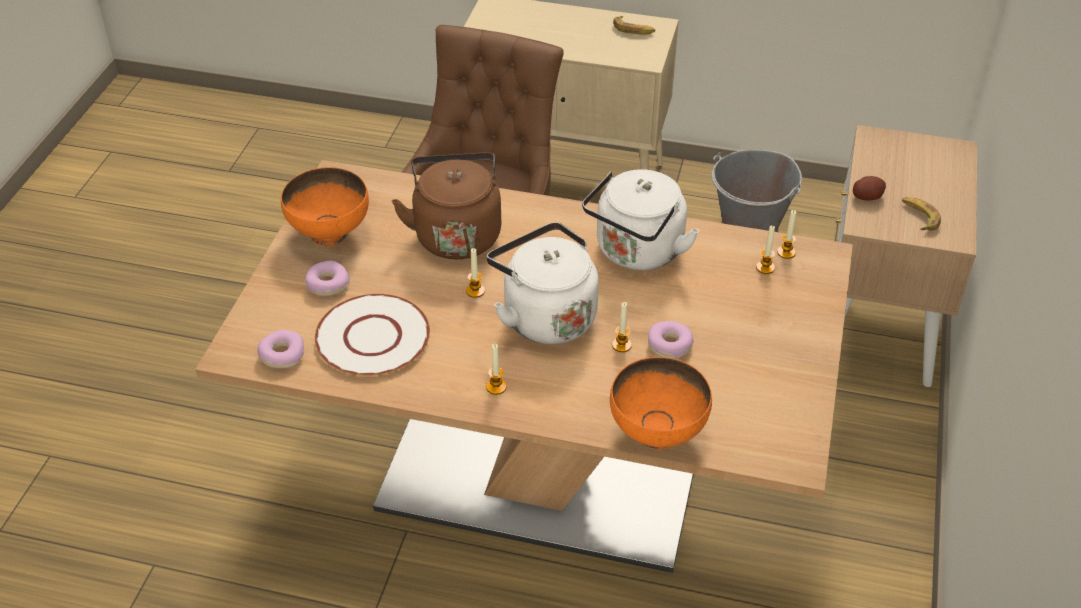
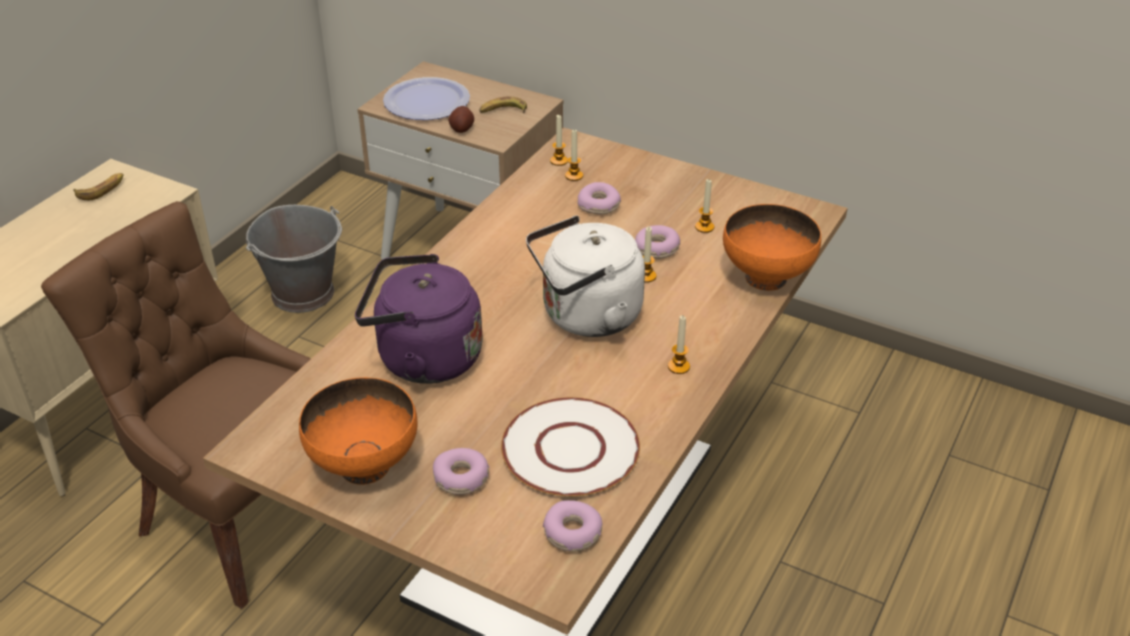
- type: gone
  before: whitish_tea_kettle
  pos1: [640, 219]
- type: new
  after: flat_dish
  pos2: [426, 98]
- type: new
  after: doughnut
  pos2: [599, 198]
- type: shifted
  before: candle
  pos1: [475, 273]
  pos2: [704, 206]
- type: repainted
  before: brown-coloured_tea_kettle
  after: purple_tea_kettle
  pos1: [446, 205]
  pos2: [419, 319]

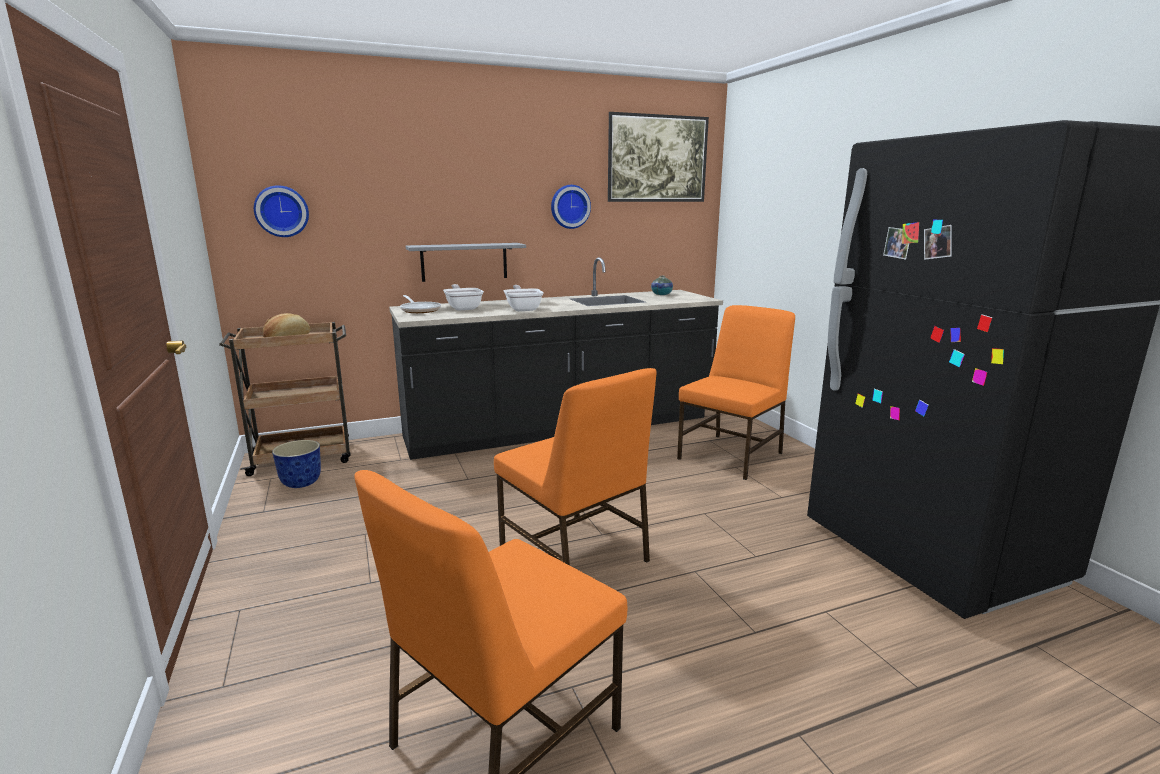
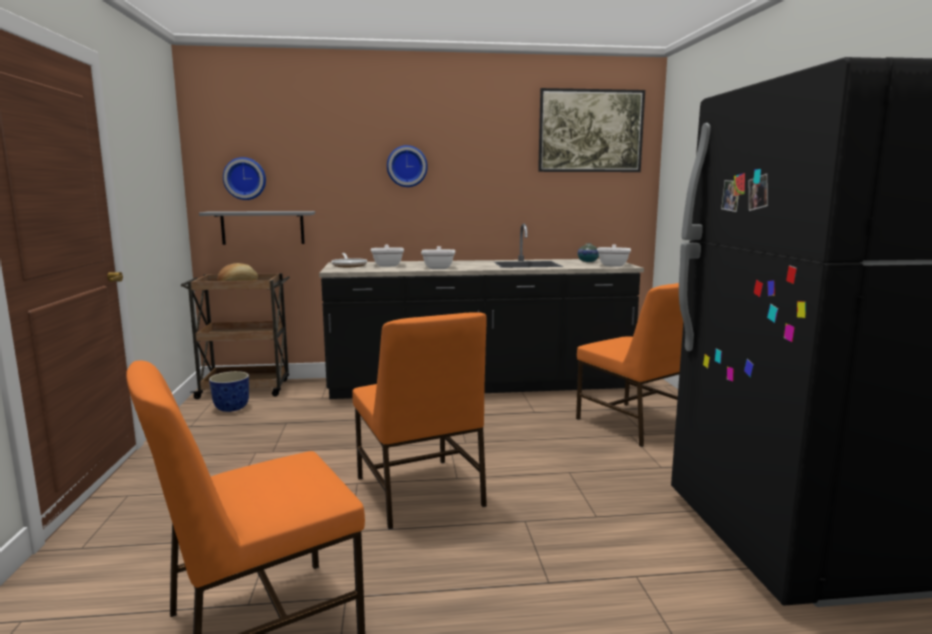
- type: new
  after: skillet
  pos2: [614, 256]
- type: shifted
  before: grey_shelf
  pos1: [466, 262]
  pos2: [257, 228]
- type: shifted
  before: wall_clock
  pos1: [571, 207]
  pos2: [407, 166]
- type: rotated
  before: orange-coloured_chair
  pos1: [736, 392]
  pos2: [629, 365]
  turn: 90

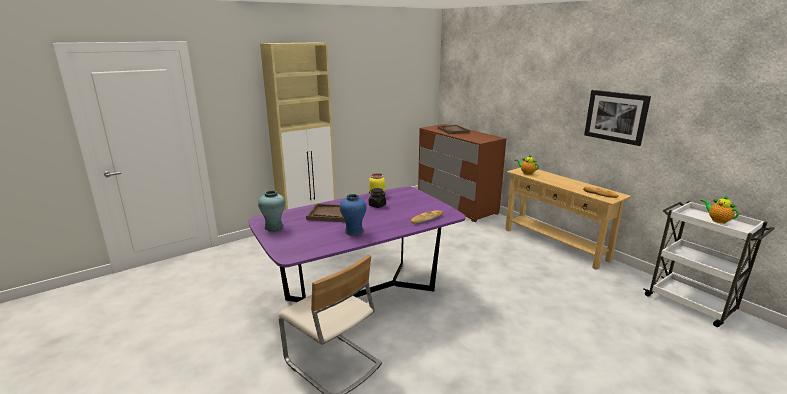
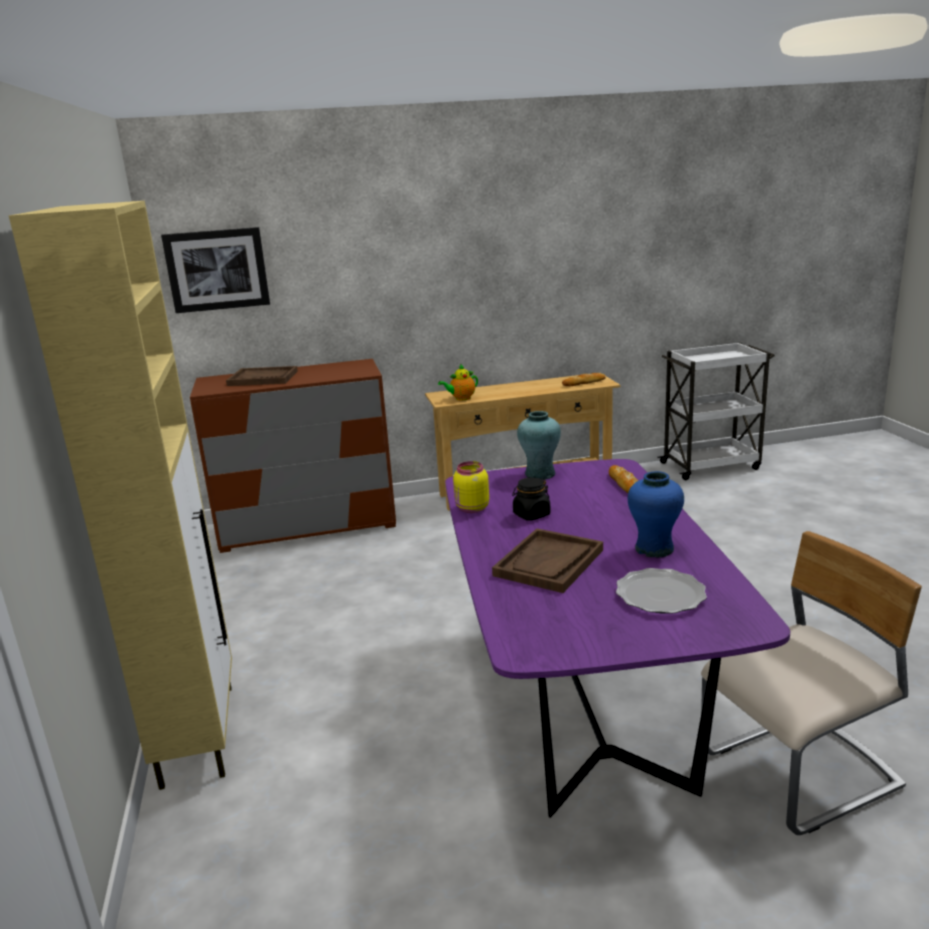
- type: gone
  before: teapot
  pos1: [720, 209]
- type: new
  after: flat_dish
  pos2: [661, 591]
- type: shifted
  before: turquoise_vase
  pos1: [271, 211]
  pos2: [539, 445]
- type: shifted
  before: wall_picture
  pos1: [617, 118]
  pos2: [215, 270]

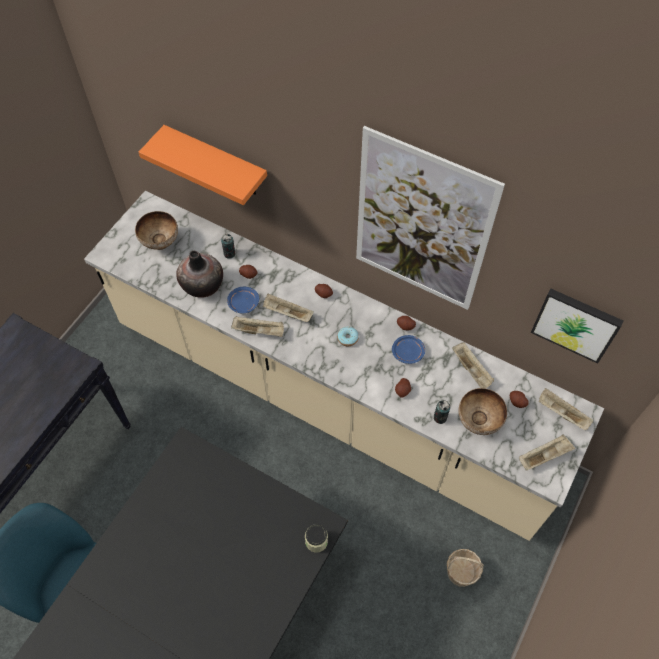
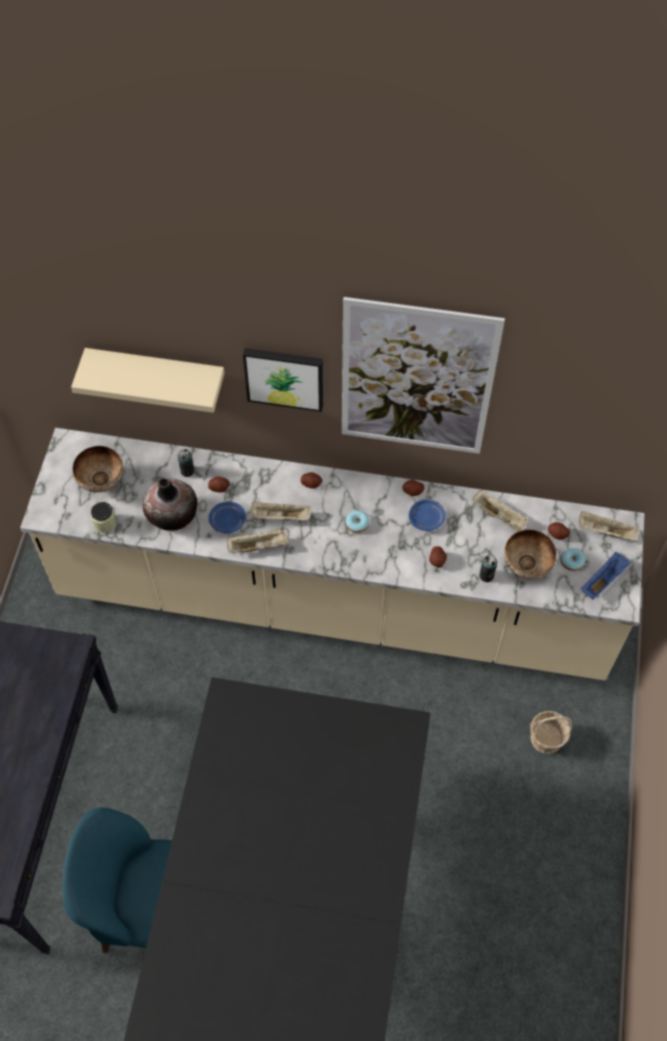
- type: new
  after: doughnut
  pos2: [572, 559]
- type: shifted
  before: jar
  pos1: [316, 539]
  pos2: [104, 517]
- type: shifted
  before: wall_picture
  pos1: [577, 326]
  pos2: [283, 380]
- type: repainted
  before: orange-coloured_shelf
  after: sand-coloured_shelf
  pos1: [203, 165]
  pos2: [148, 380]
- type: repainted
  before: sand-coloured_carrying_tray
  after: blue_carrying_tray
  pos1: [547, 452]
  pos2: [606, 576]

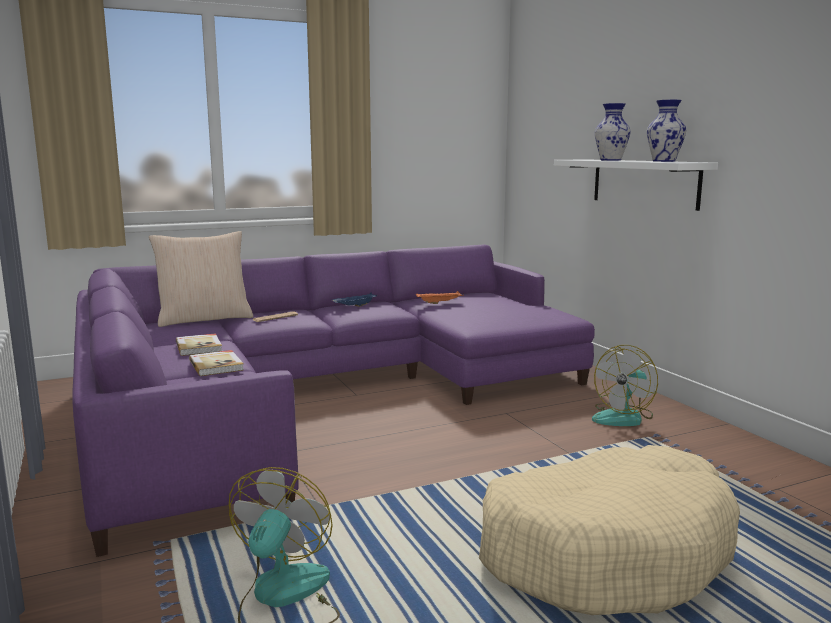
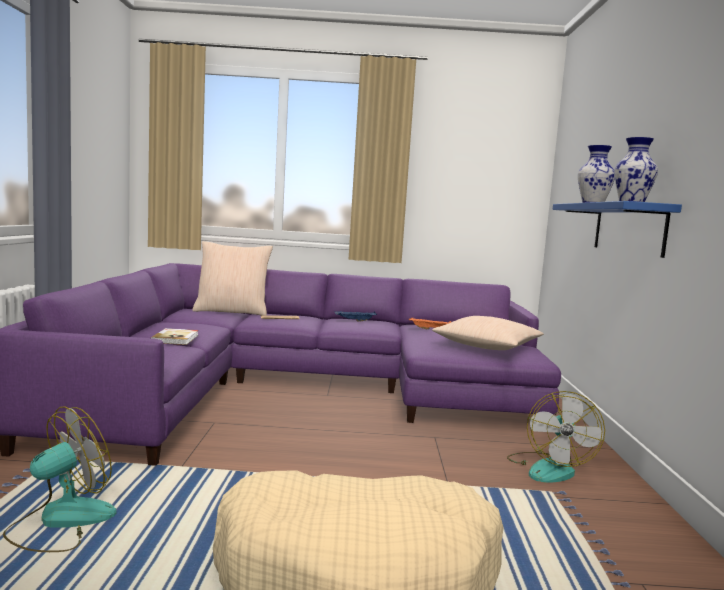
- type: gone
  before: volume
  pos1: [199, 344]
- type: new
  after: sand-coloured_throw_pillow
  pos2: [488, 333]
- type: repainted
  before: whitish_shelf
  after: blue_shelf
  pos1: [636, 185]
  pos2: [617, 229]
- type: rotated
  before: electric_fan
  pos1: [625, 385]
  pos2: [556, 437]
  turn: -60

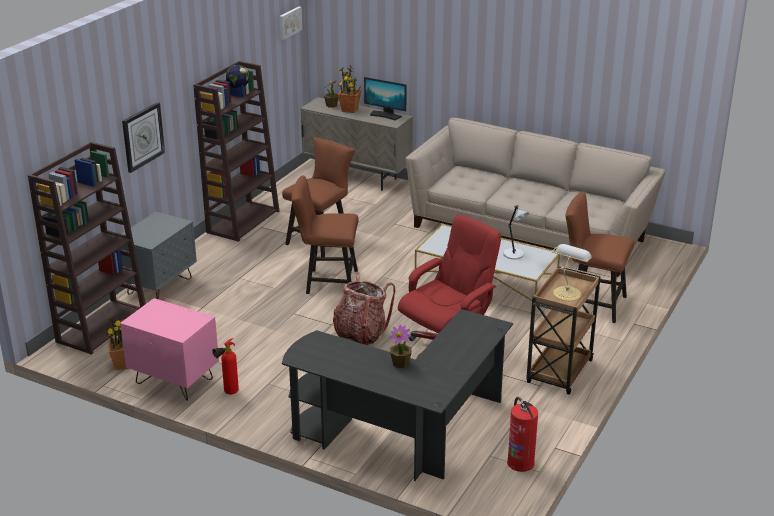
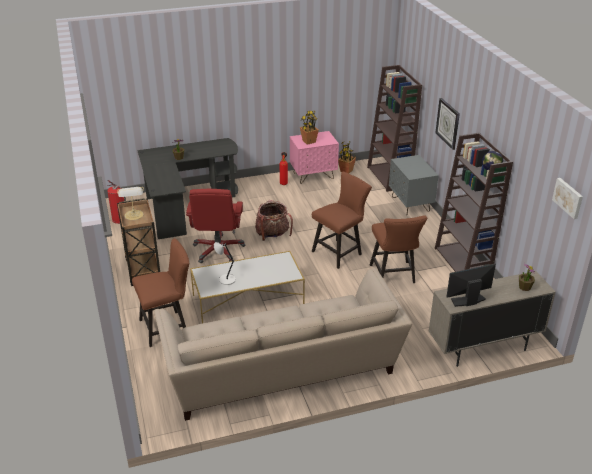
- type: shifted
  before: potted_plant
  pos1: [349, 89]
  pos2: [309, 128]

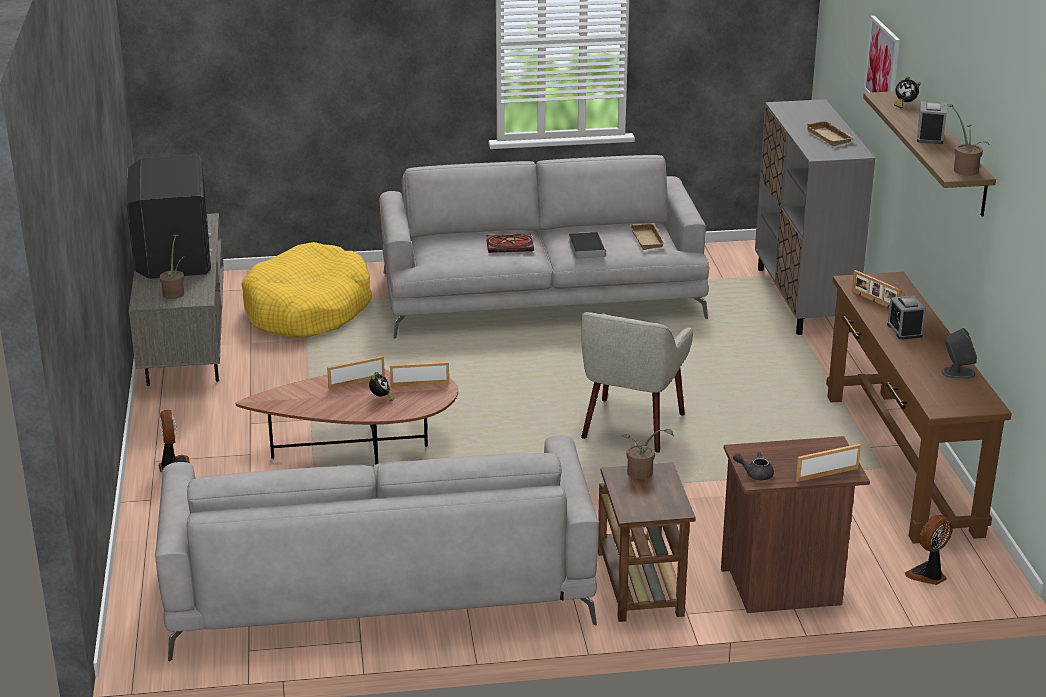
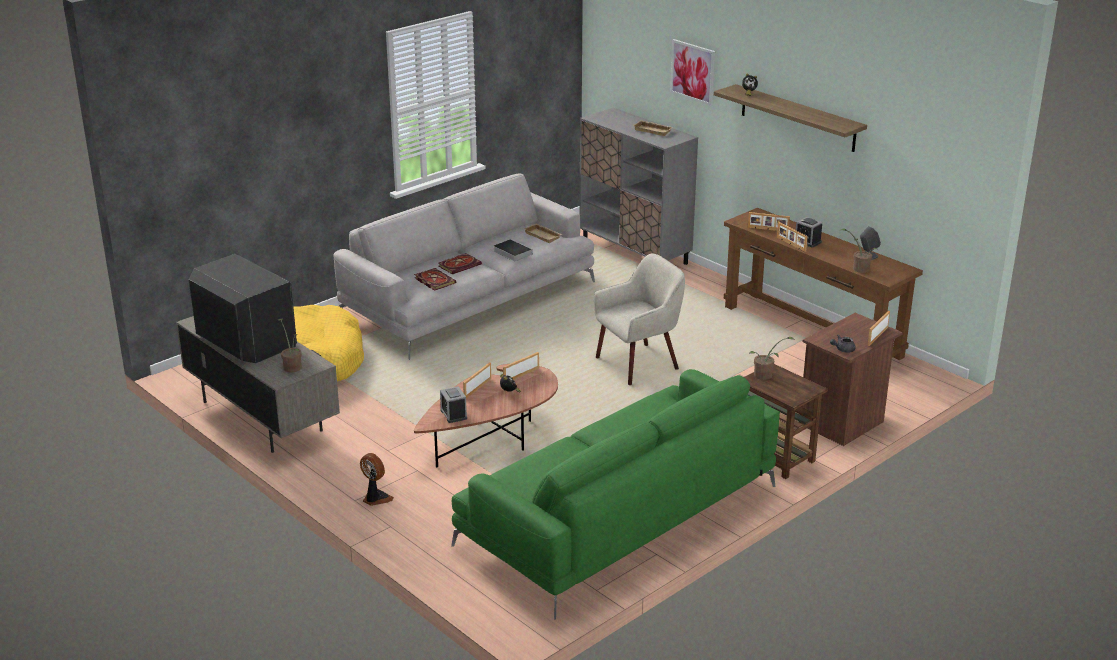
- type: gone
  before: electric_fan
  pos1: [929, 550]
- type: new
  after: volume
  pos2: [435, 279]
- type: new
  after: photo_frame
  pos2: [792, 237]
- type: shifted
  before: bedside_clock
  pos1: [932, 122]
  pos2: [453, 404]
- type: shifted
  before: potted_plant
  pos1: [968, 140]
  pos2: [859, 251]
- type: repainted
  before: grey_settee
  after: green-coloured_settee
  pos1: [377, 548]
  pos2: [615, 494]
- type: rotated
  before: sand-coloured_armchair
  pos1: [637, 382]
  pos2: [639, 319]
  turn: -105

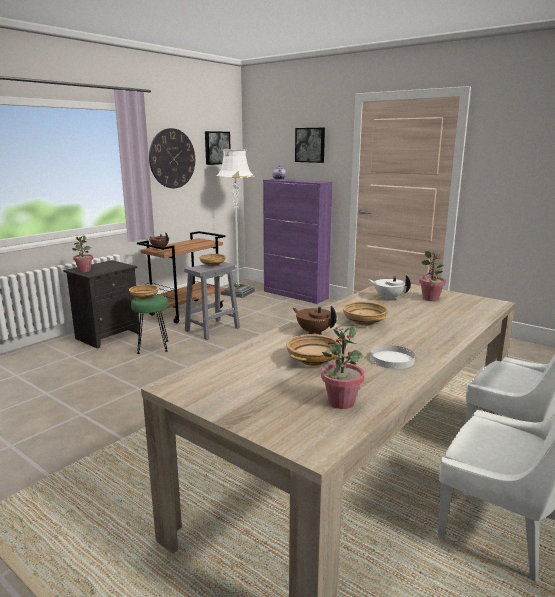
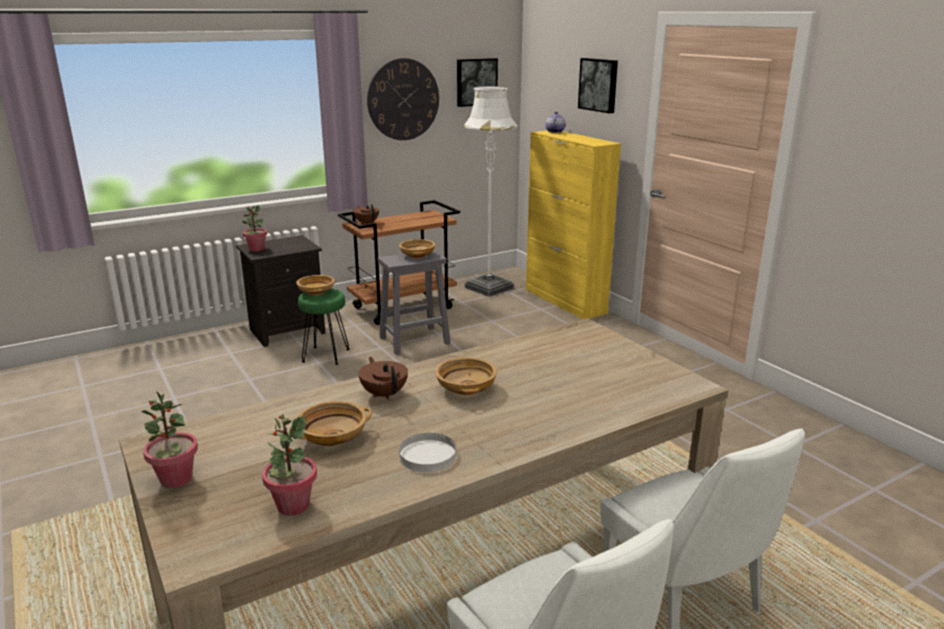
- type: gone
  before: whitish_teapot
  pos1: [389, 287]
- type: shifted
  before: potted_plant
  pos1: [432, 276]
  pos2: [169, 439]
- type: repainted
  before: purple_storage_cabinet
  after: yellowish_storage_cabinet
  pos1: [297, 241]
  pos2: [573, 225]

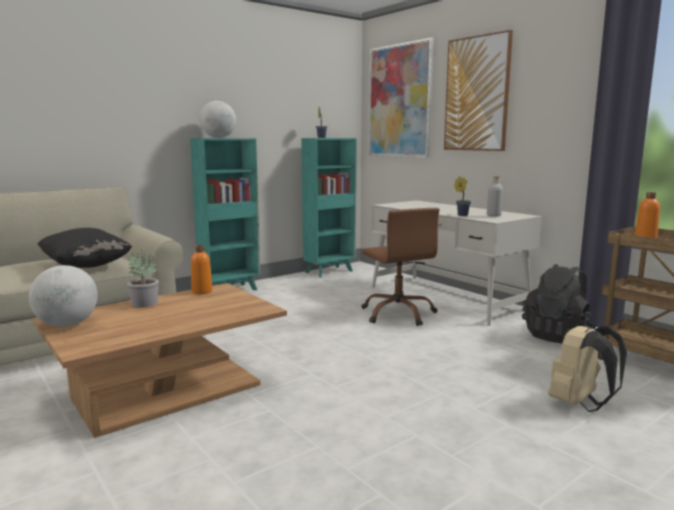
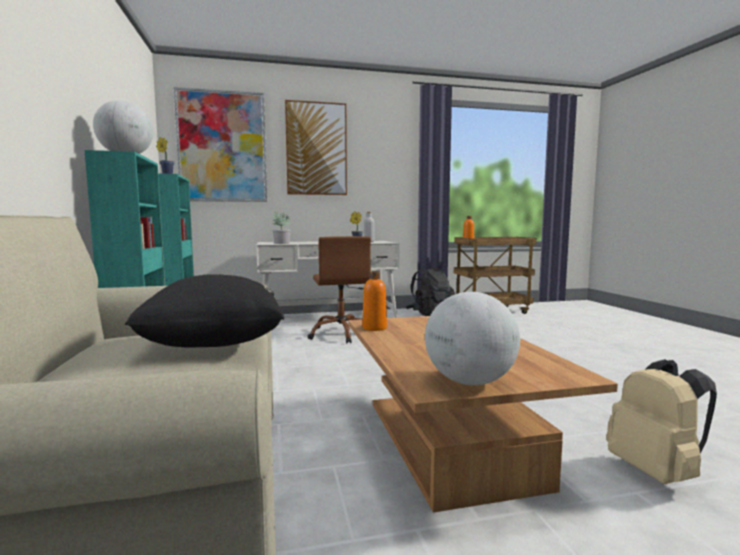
- type: shifted
  before: potted_plant
  pos1: [143, 278]
  pos2: [282, 228]
- type: shifted
  before: sand-coloured_backpack
  pos1: [587, 367]
  pos2: [661, 421]
- type: rotated
  before: brown-coloured_office_chair
  pos1: [400, 267]
  pos2: [339, 289]
  turn: 75

